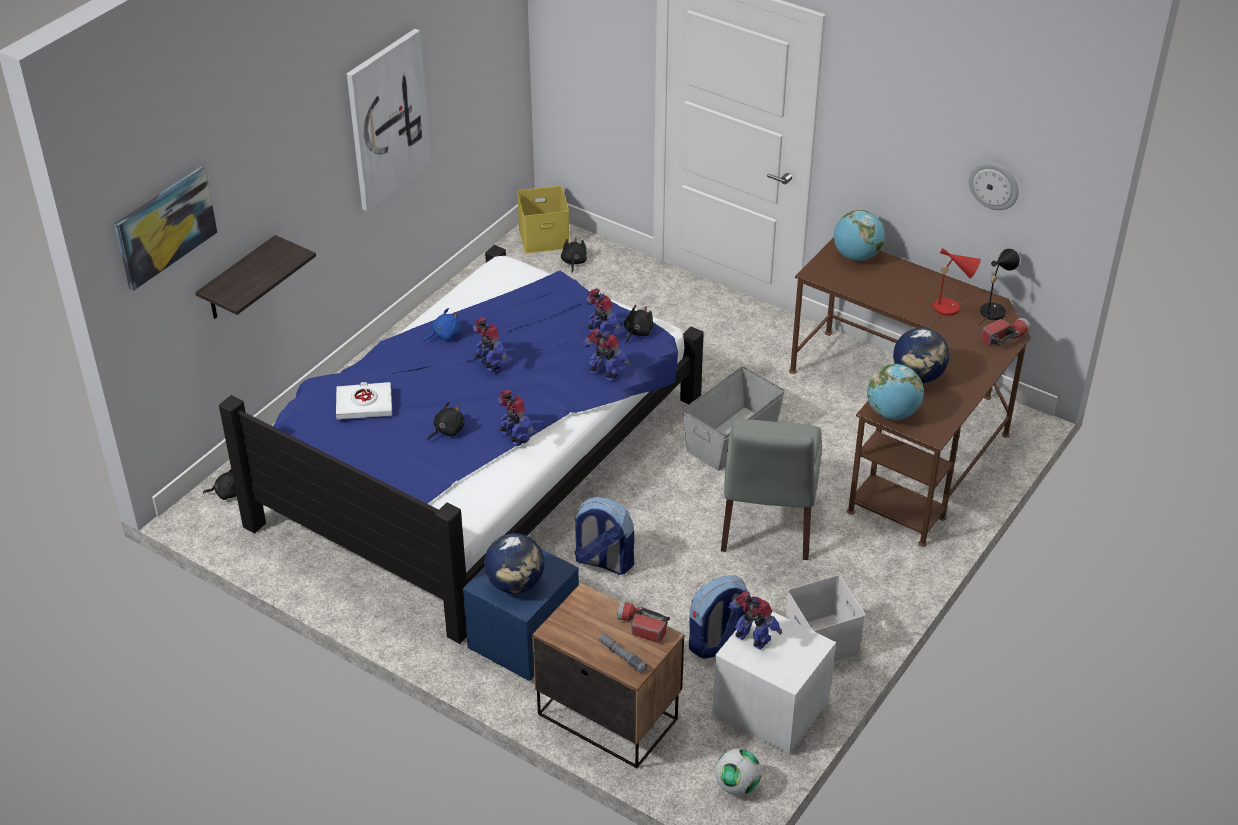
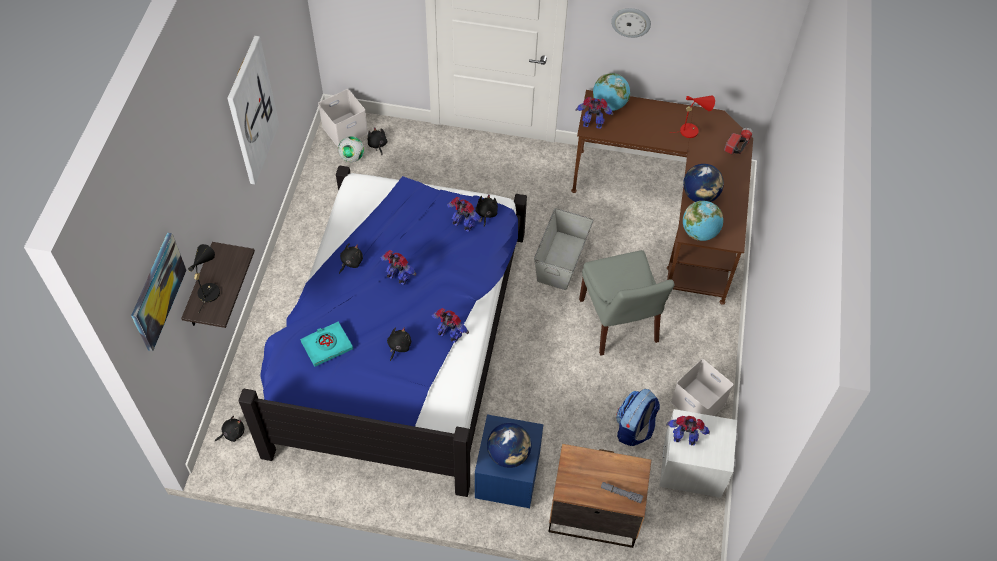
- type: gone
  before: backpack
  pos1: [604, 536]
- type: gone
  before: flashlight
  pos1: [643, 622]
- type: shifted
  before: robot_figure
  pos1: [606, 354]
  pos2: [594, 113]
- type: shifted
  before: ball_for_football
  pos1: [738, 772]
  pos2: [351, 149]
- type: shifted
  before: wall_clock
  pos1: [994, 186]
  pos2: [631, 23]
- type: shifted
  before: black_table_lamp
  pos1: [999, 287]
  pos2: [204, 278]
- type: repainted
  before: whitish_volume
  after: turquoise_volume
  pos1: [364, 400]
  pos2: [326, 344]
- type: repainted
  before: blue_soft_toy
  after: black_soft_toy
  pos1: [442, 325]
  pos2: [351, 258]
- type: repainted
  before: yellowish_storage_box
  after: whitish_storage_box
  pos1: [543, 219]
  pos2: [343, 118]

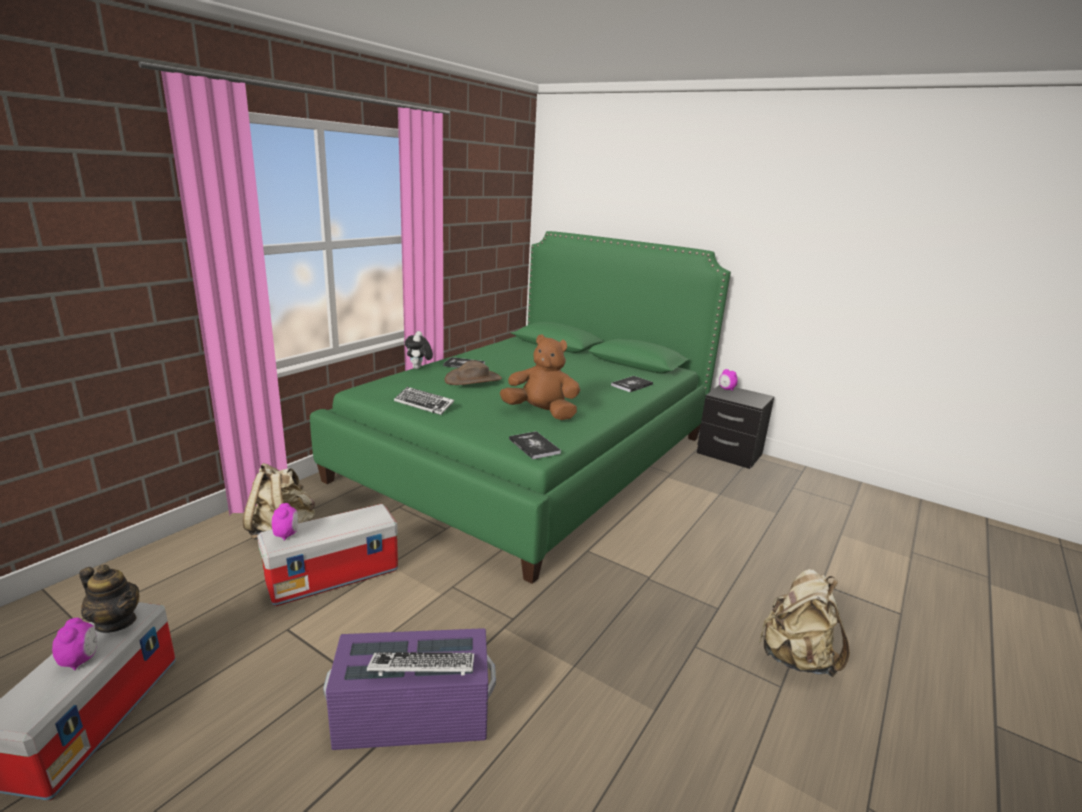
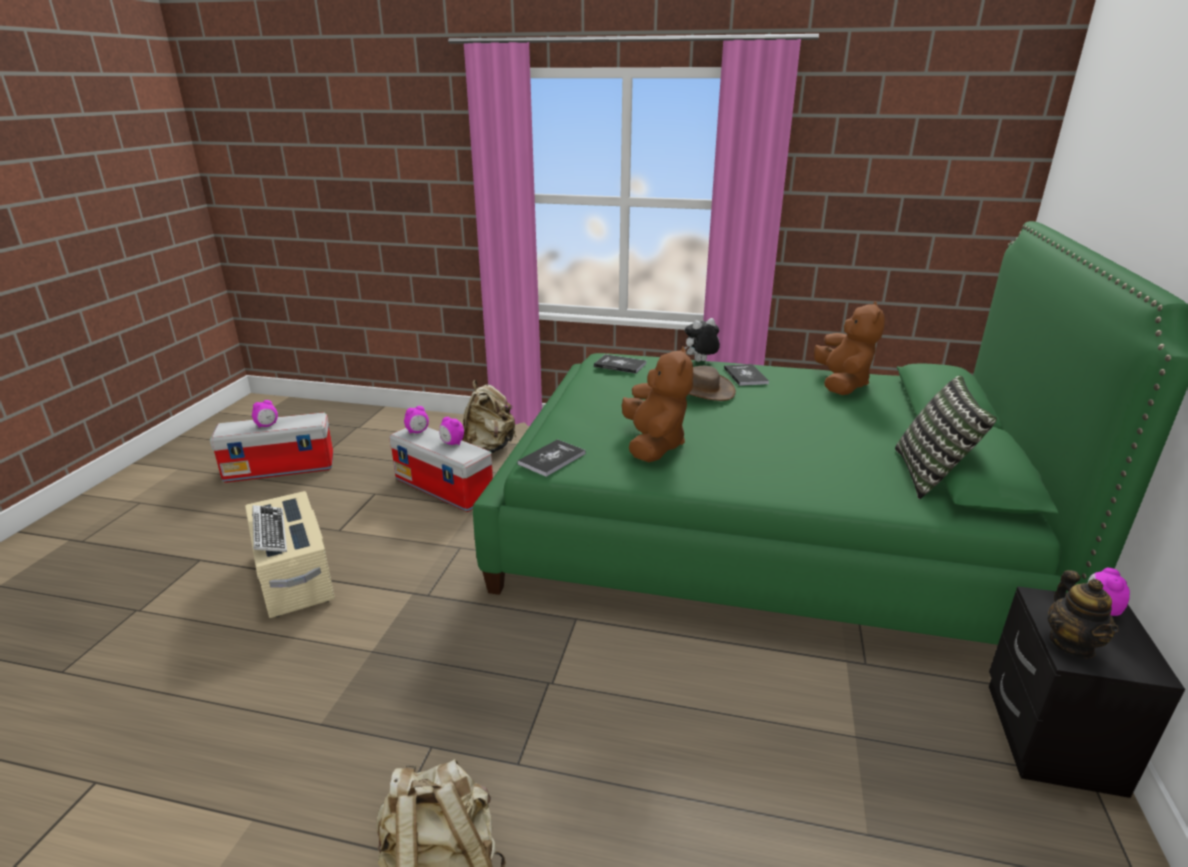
- type: gone
  before: keyboard
  pos1: [424, 401]
- type: new
  after: bedside_clock
  pos2: [451, 431]
- type: new
  after: brown-coloured_soft_toy
  pos2: [849, 348]
- type: new
  after: throw_pillow
  pos2: [946, 437]
- type: shifted
  before: teapot
  pos1: [109, 599]
  pos2: [1083, 614]
- type: shifted
  before: volume
  pos1: [632, 384]
  pos2: [620, 363]
- type: repainted
  before: purple_storage_box
  after: sand-coloured_storage_box
  pos1: [409, 689]
  pos2: [290, 554]

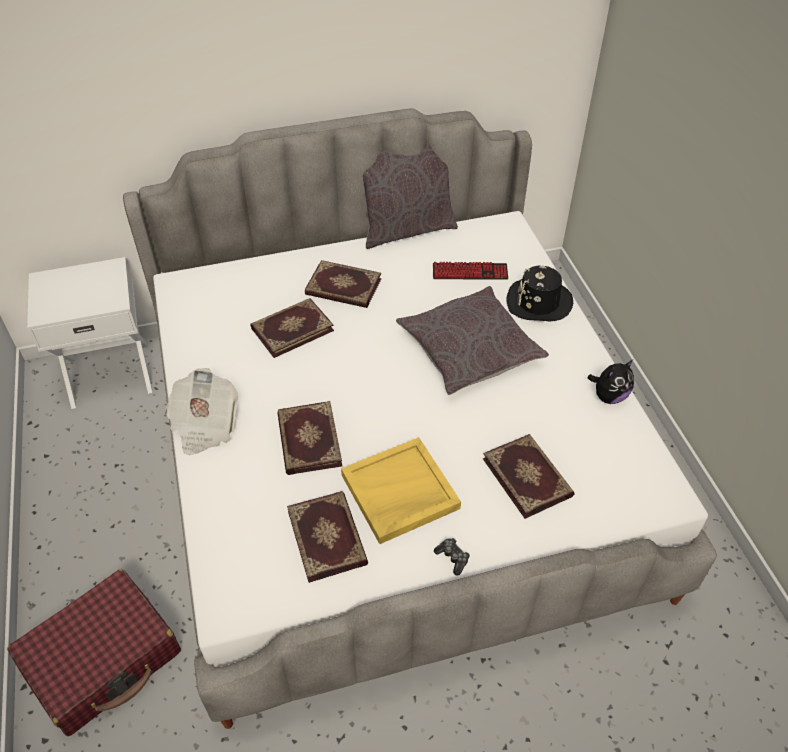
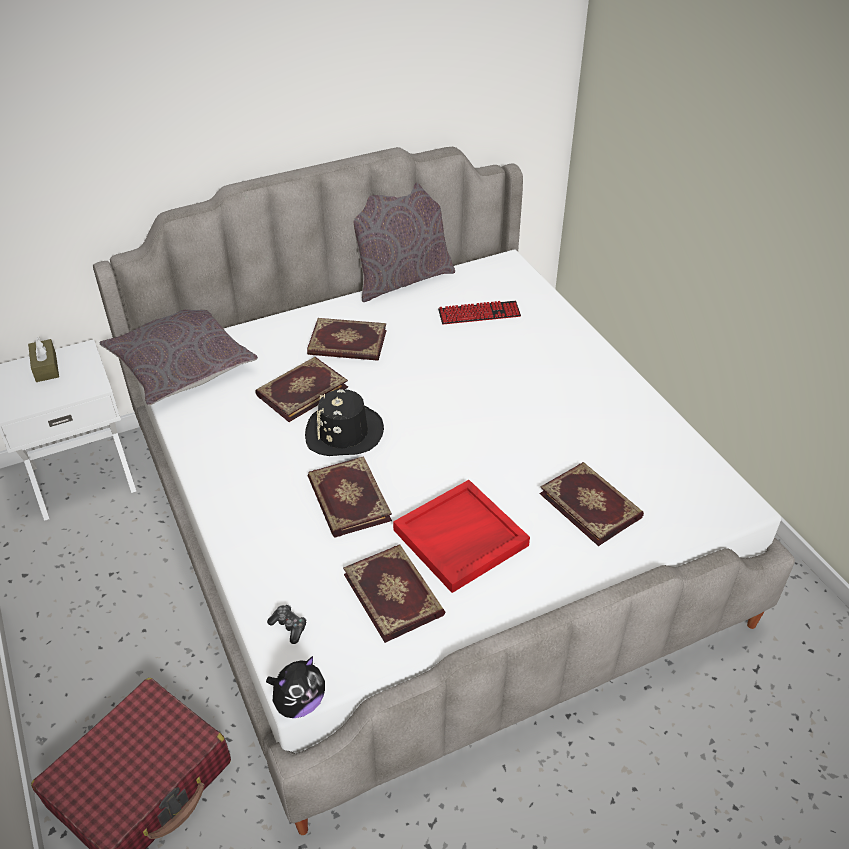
- type: gone
  before: printed_paper
  pos1: [201, 411]
- type: new
  after: brown-coloured_tissue_box
  pos2: [43, 359]
- type: shifted
  before: grey_throw_pillow
  pos1: [472, 340]
  pos2: [179, 358]
- type: shifted
  before: joypad
  pos1: [452, 557]
  pos2: [287, 624]
- type: shifted
  before: black_hat
  pos1: [540, 294]
  pos2: [344, 422]
- type: shifted
  before: soft_toy
  pos1: [611, 382]
  pos2: [295, 687]
- type: repainted
  before: yellowish_carrying_tray
  after: reddish_carrying_tray
  pos1: [401, 490]
  pos2: [461, 536]

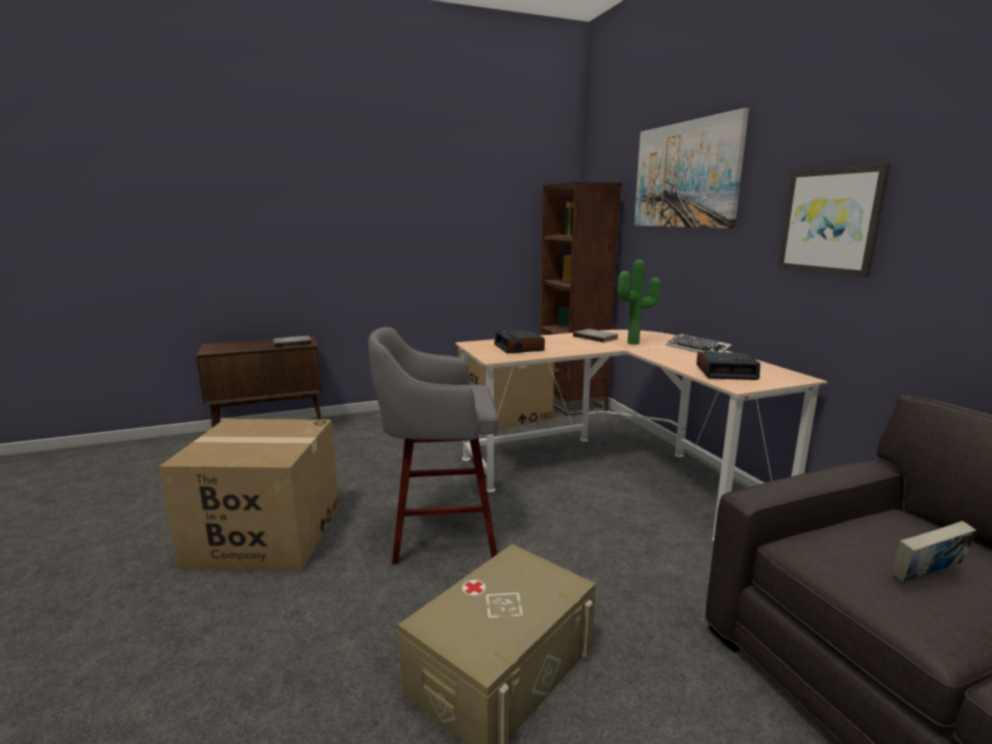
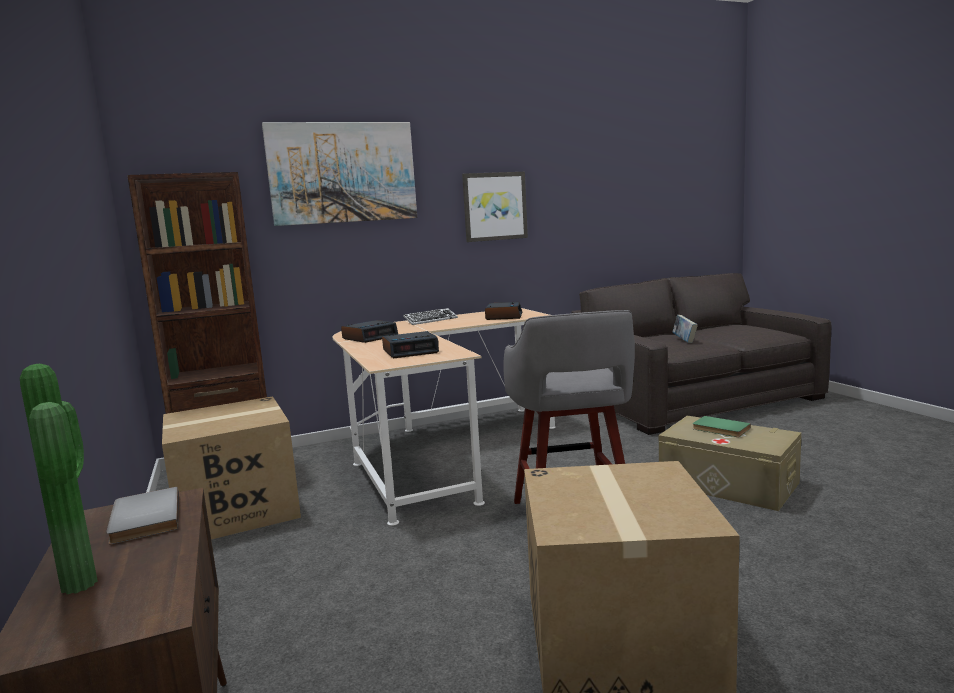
- type: new
  after: green-coloured_volume
  pos2: [722, 426]
- type: shifted
  before: potted_plant
  pos1: [639, 302]
  pos2: [59, 479]
- type: swapped
  before: grey_volume
  after: bedside_clock
  pos1: [596, 336]
  pos2: [369, 331]

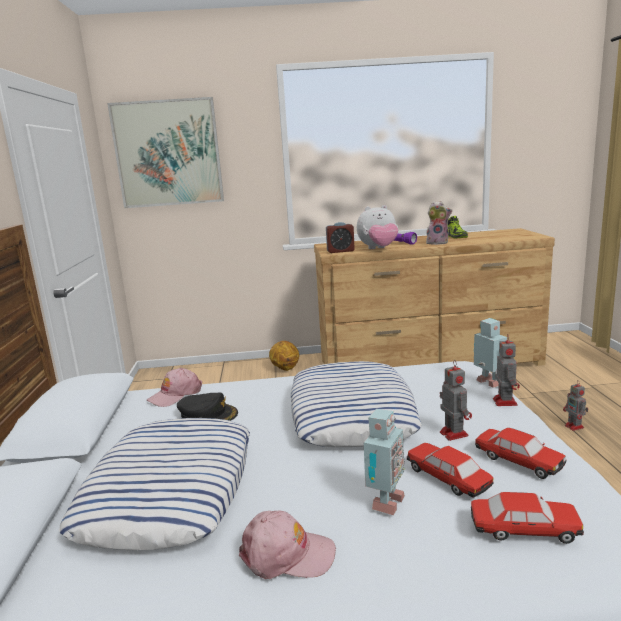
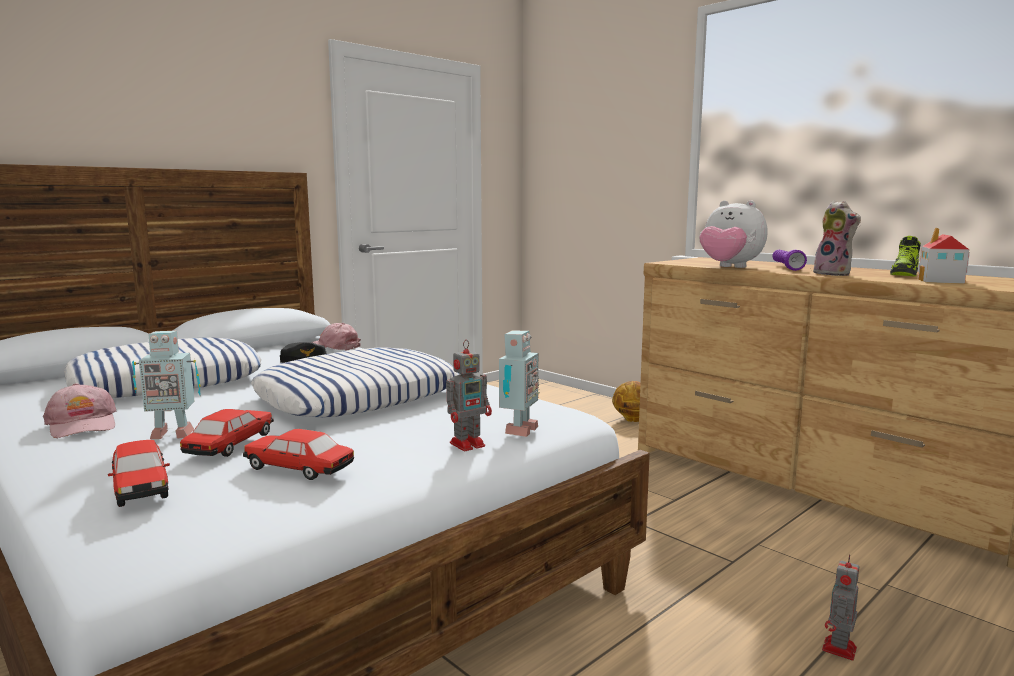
- type: gone
  before: wall_picture
  pos1: [165, 152]
- type: gone
  before: bedside_clock
  pos1: [340, 237]
- type: gone
  before: robot_figure
  pos1: [456, 400]
- type: new
  after: toy_house
  pos2: [944, 255]
- type: rotated
  before: model_car
  pos1: [520, 453]
  pos2: [298, 454]
  turn: 105

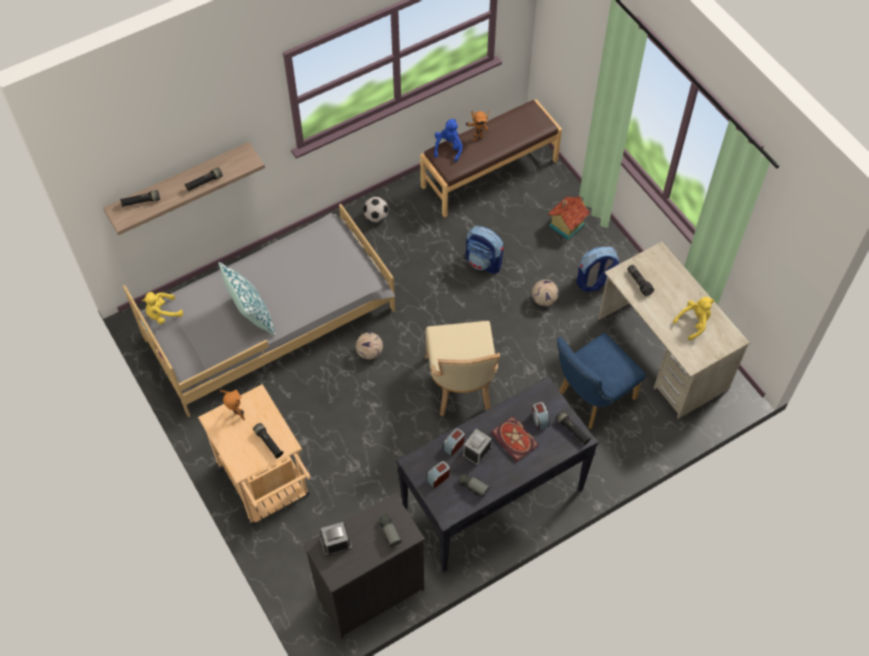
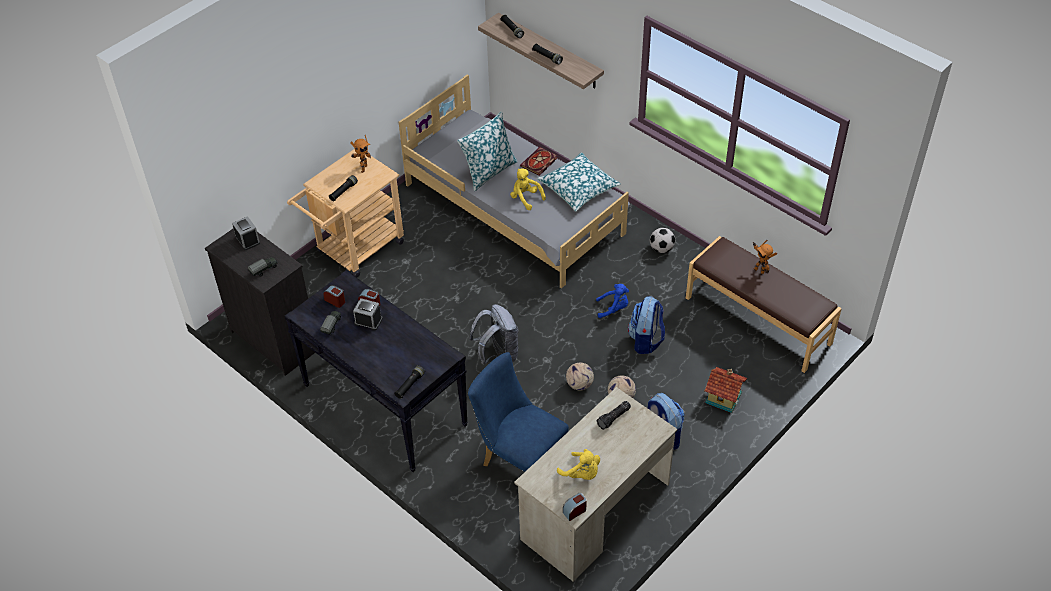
- type: new
  after: throw_pillow
  pos2: [579, 181]
- type: shifted
  before: yellowish_soft_toy
  pos1: [162, 308]
  pos2: [528, 189]
- type: shifted
  before: ball_for_football
  pos1: [369, 345]
  pos2: [580, 377]
- type: shifted
  before: blue_soft_toy
  pos1: [448, 140]
  pos2: [612, 301]
- type: shifted
  before: volume
  pos1: [515, 439]
  pos2: [539, 161]
- type: shifted
  before: bedside_clock
  pos1: [541, 416]
  pos2: [575, 507]
- type: swapped
  before: sand-coloured_chair
  after: grey_backpack
  pos1: [462, 368]
  pos2: [494, 334]

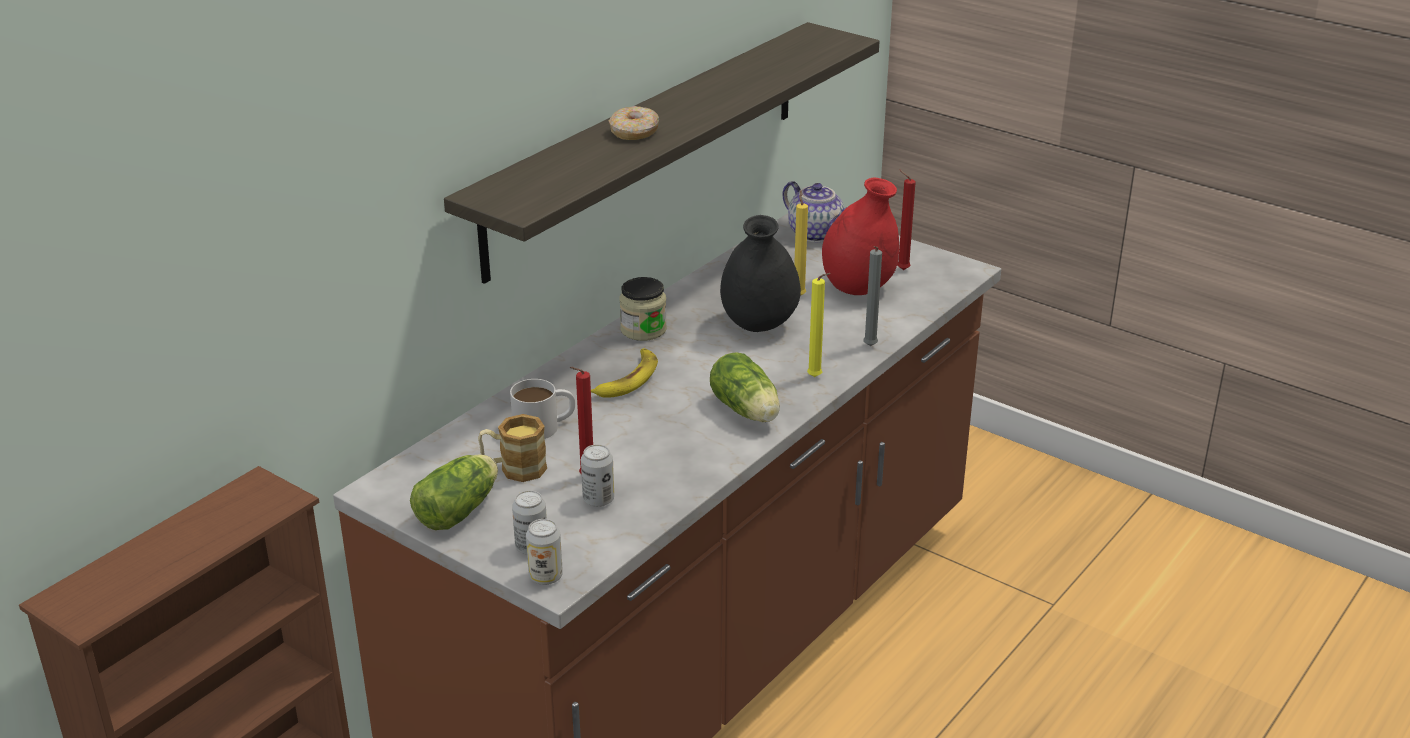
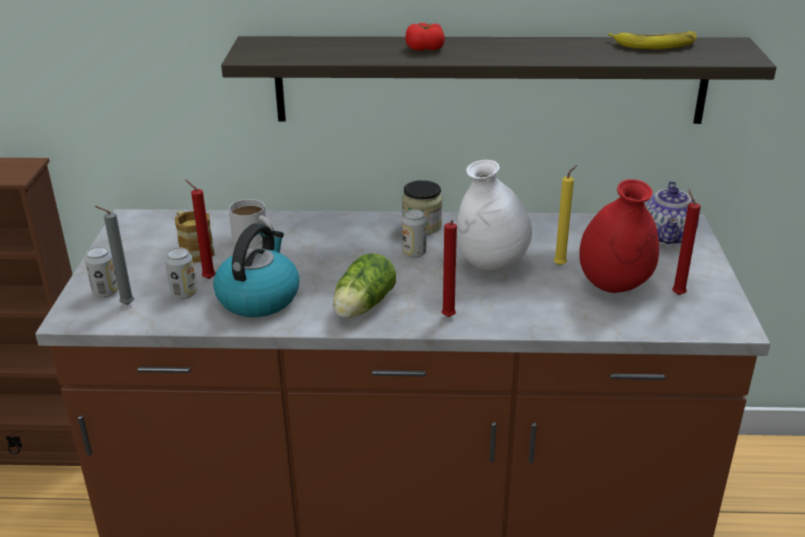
- type: gone
  before: lettuce
  pos1: [454, 492]
- type: new
  after: tea_kettle
  pos2: [256, 270]
- type: shifted
  before: sealed_can
  pos1: [544, 552]
  pos2: [414, 233]
- type: shifted
  before: banana_fruit
  pos1: [624, 373]
  pos2: [652, 40]
- type: shifted
  before: grey_candle
  pos1: [872, 296]
  pos2: [114, 255]
- type: swapped
  before: doughnut
  after: whole_tomato
  pos1: [634, 123]
  pos2: [425, 37]
- type: repainted
  before: black_vase
  after: whitish_vase
  pos1: [760, 273]
  pos2: [494, 215]
- type: repainted
  before: yellowish_candle
  after: reddish_candle
  pos1: [819, 325]
  pos2: [449, 268]

